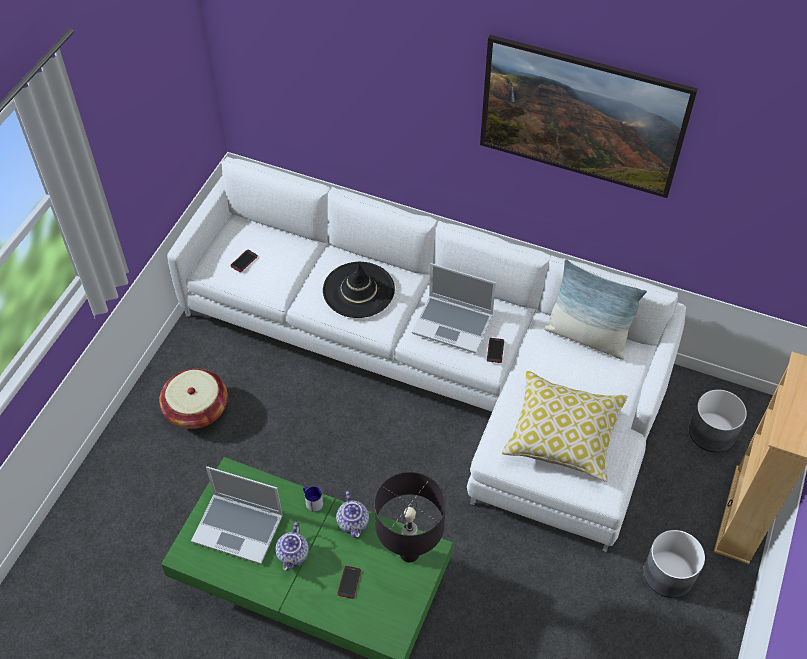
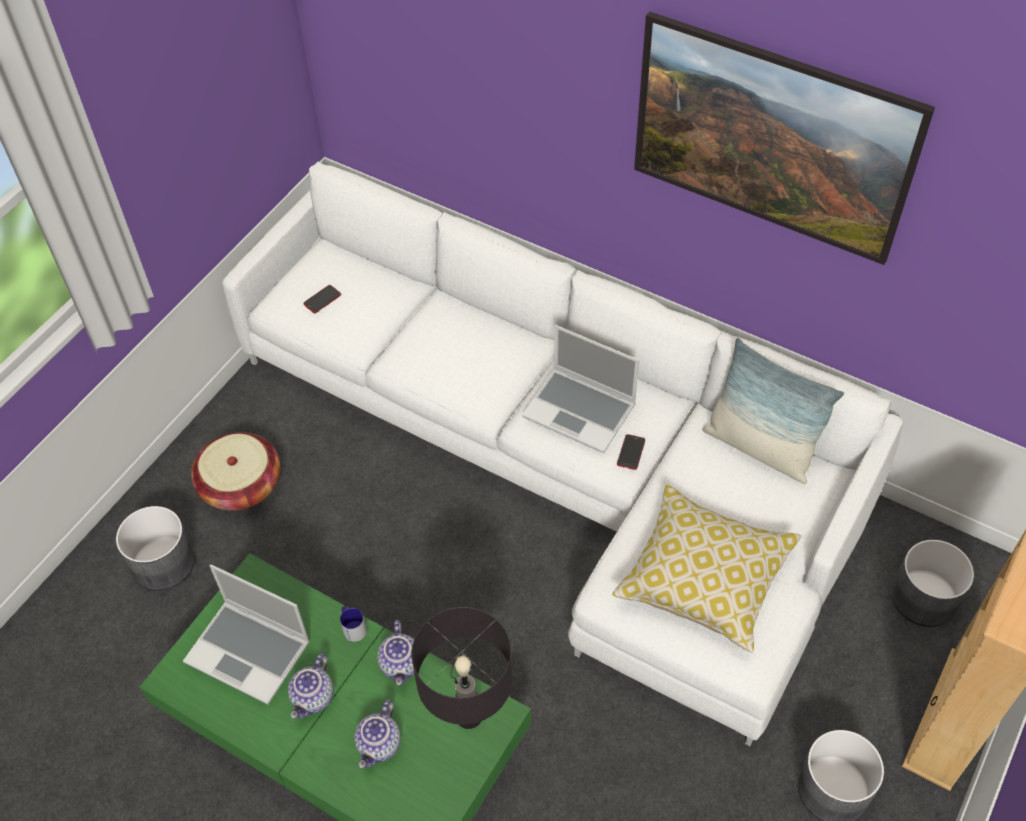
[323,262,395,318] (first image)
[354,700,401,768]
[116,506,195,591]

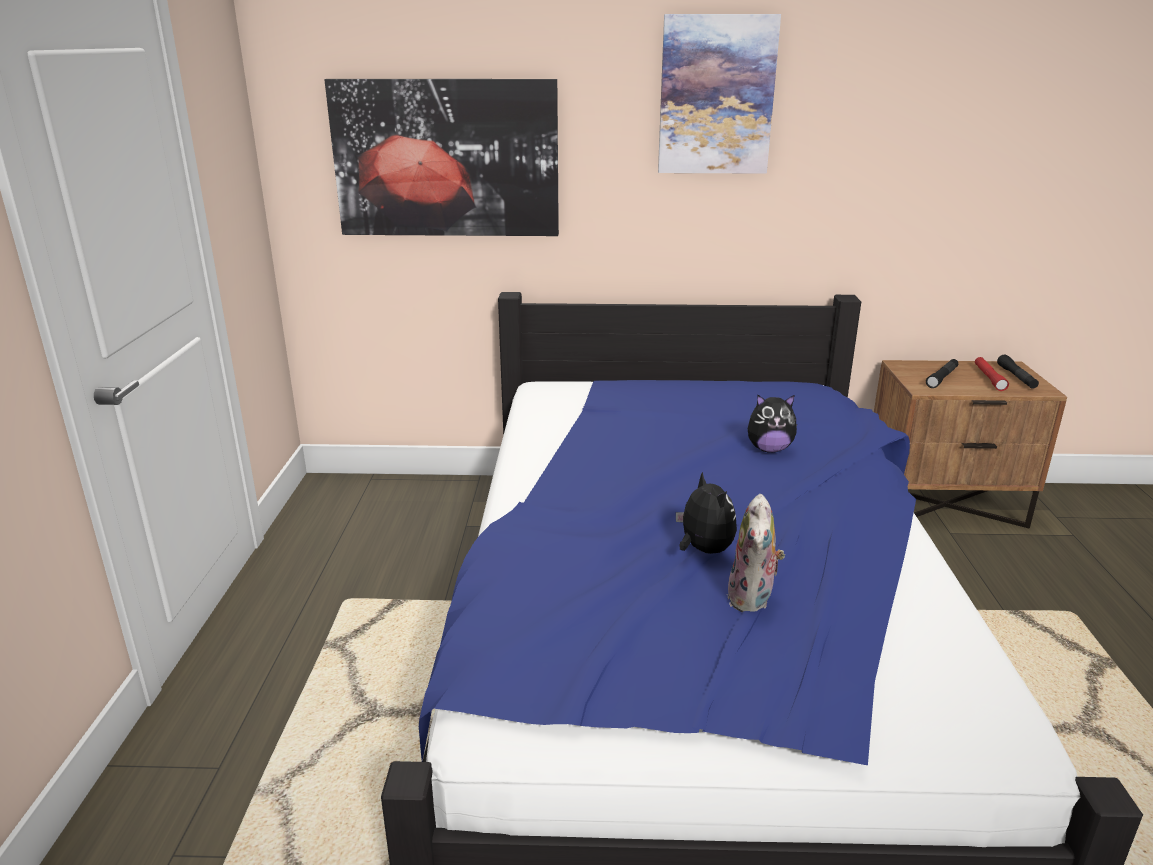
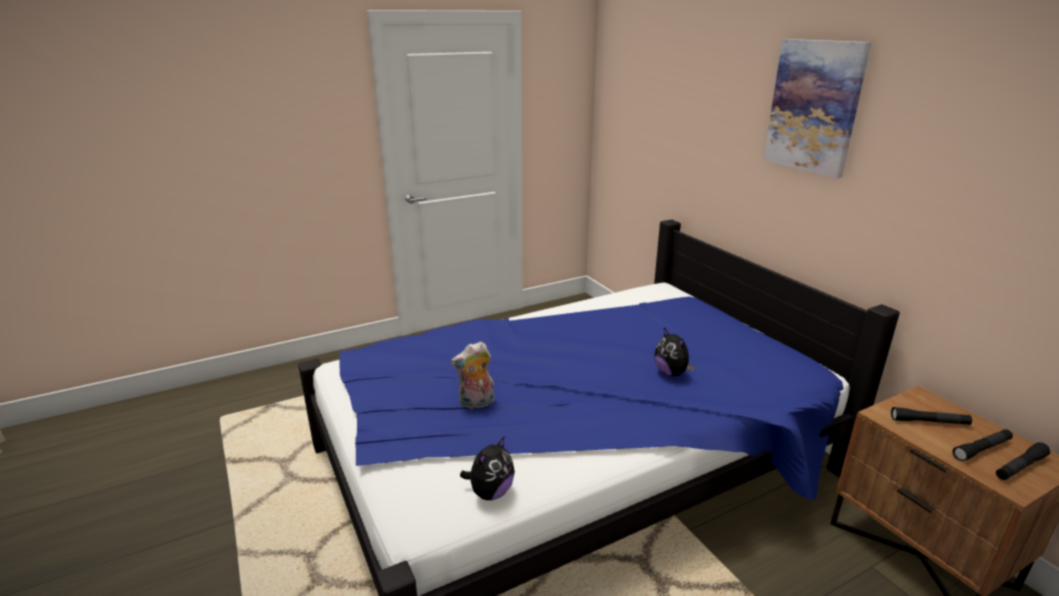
[325,79,559,236] (first image)
[460,436,515,500]
[952,429,1013,461]

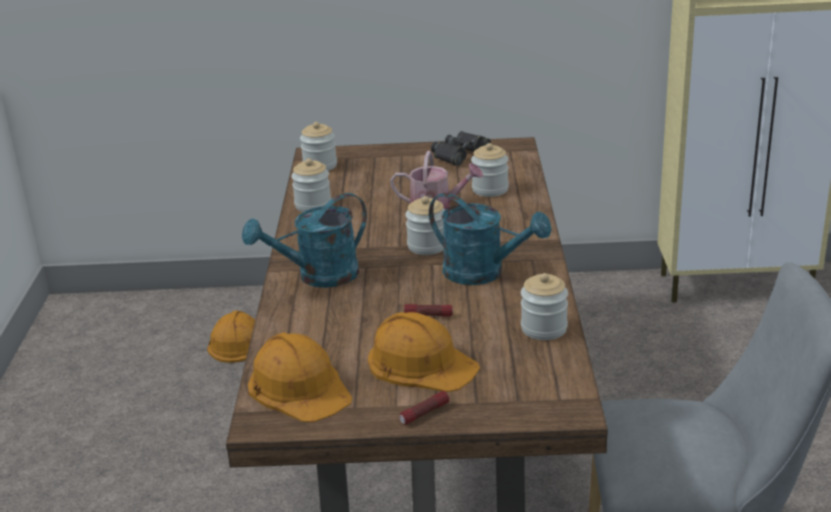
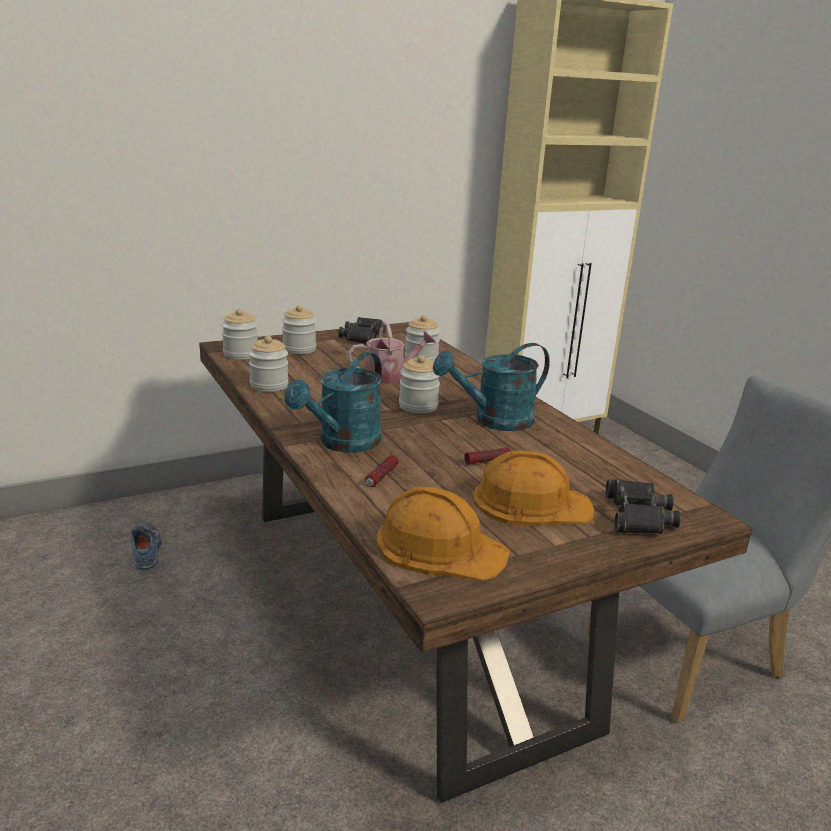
[131,522,161,570]
[365,455,398,487]
[433,343,550,431]
[282,305,316,354]
[606,479,681,534]

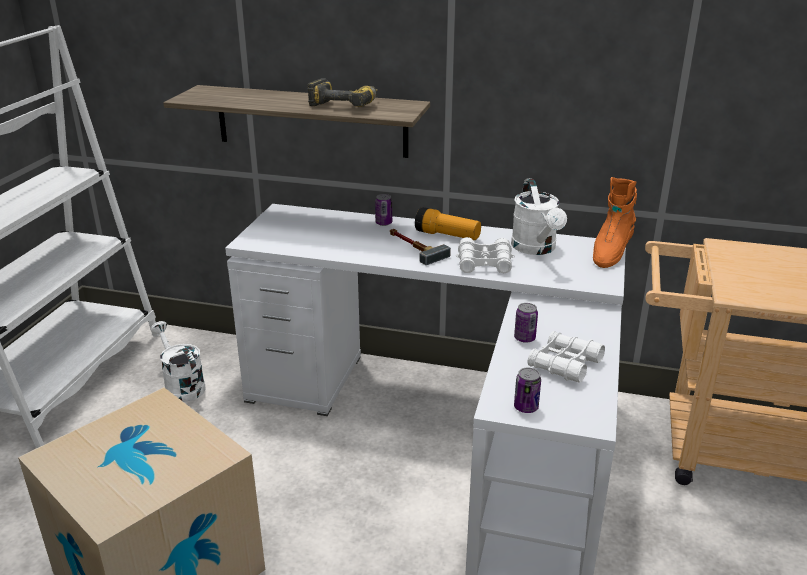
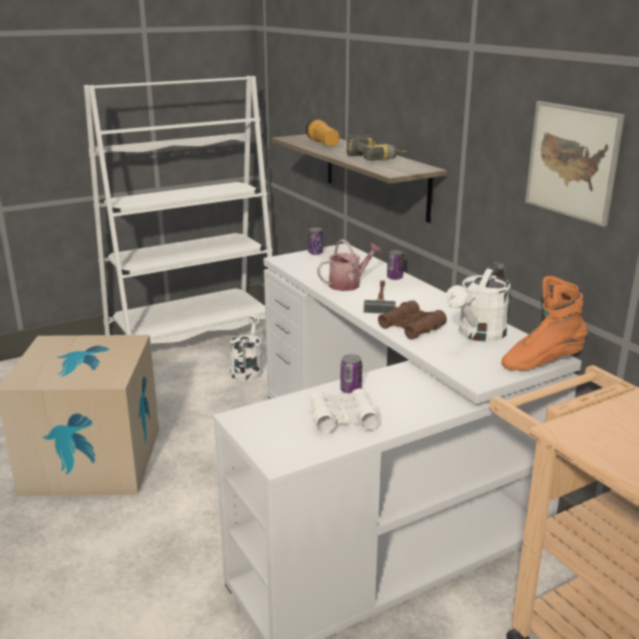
[306,119,339,146]
[378,300,447,339]
[308,227,323,255]
[317,239,382,291]
[525,101,625,227]

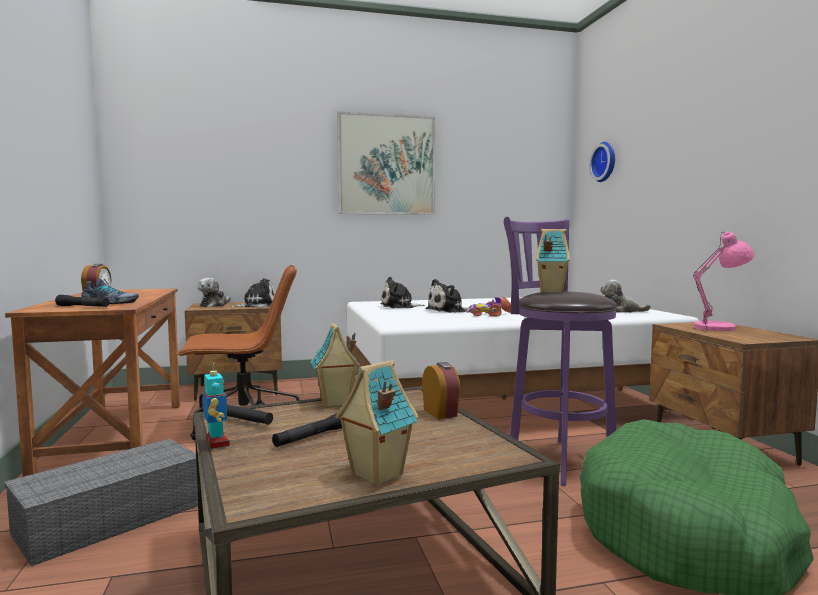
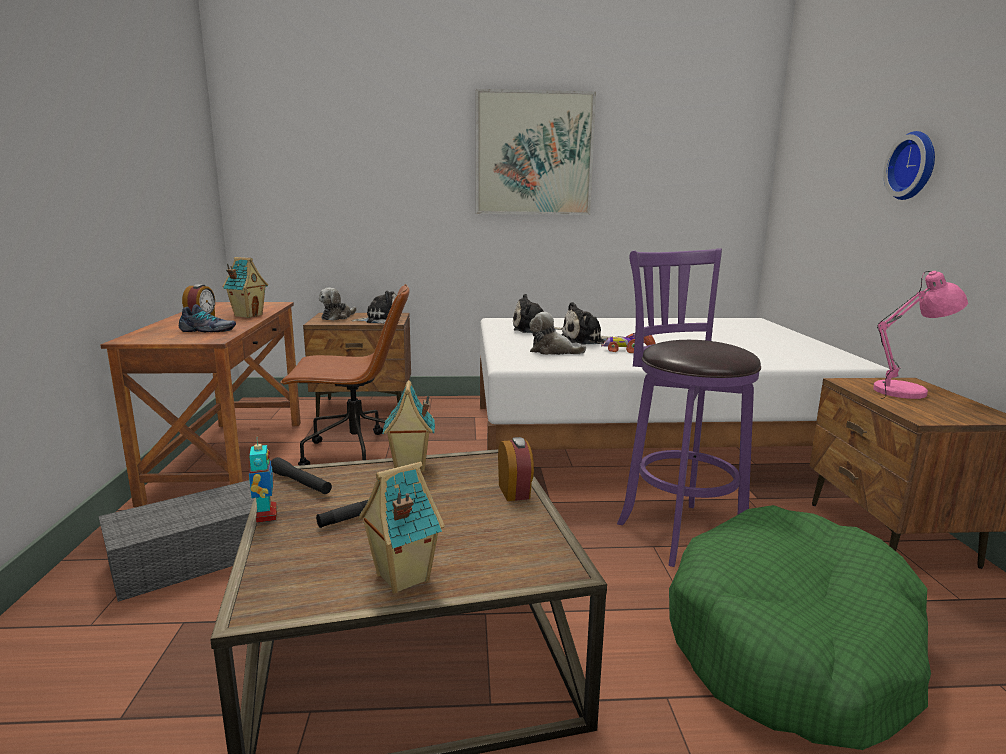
[55,295,110,307] (first image)
[222,257,268,318]
[883,131,935,200]
[529,312,586,355]

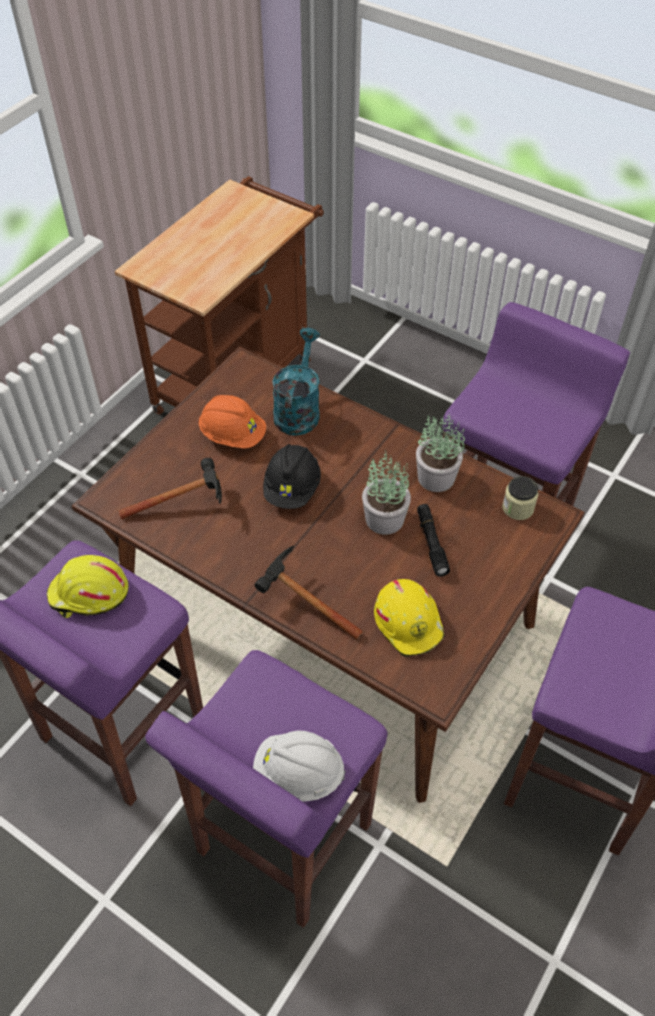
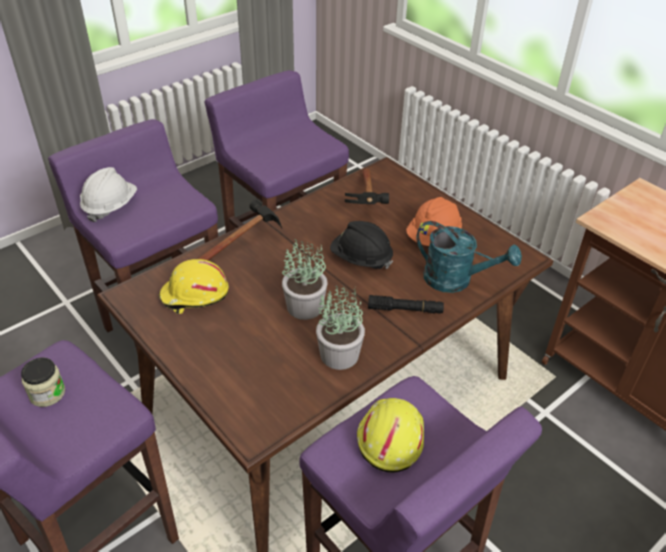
[357,398,424,473]
[368,295,444,314]
[21,358,65,407]

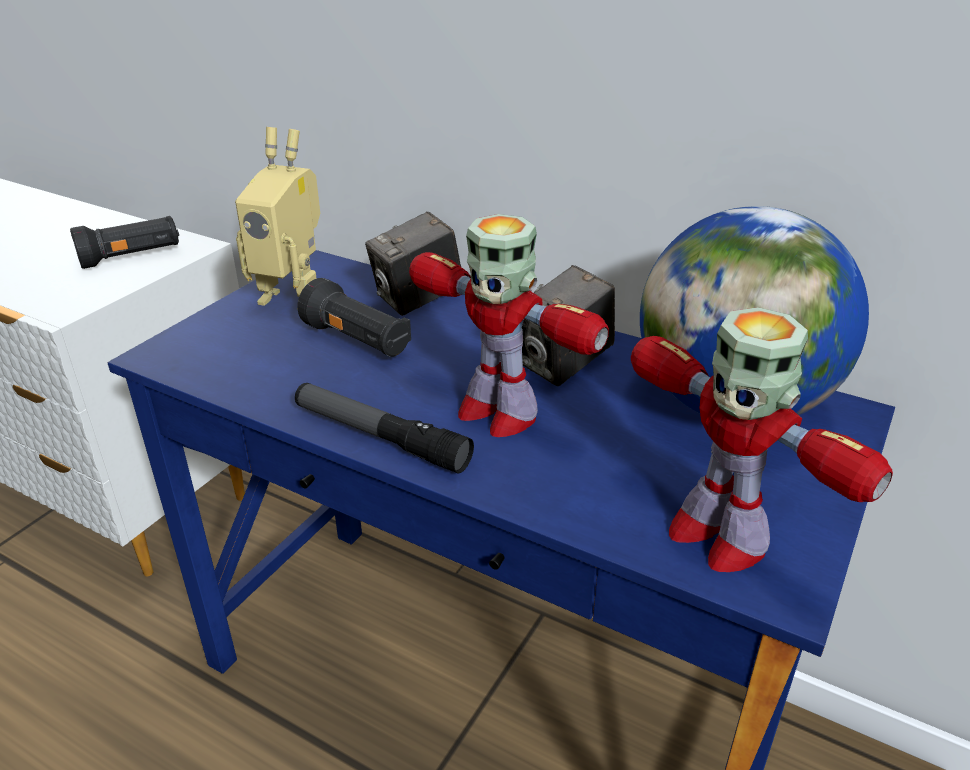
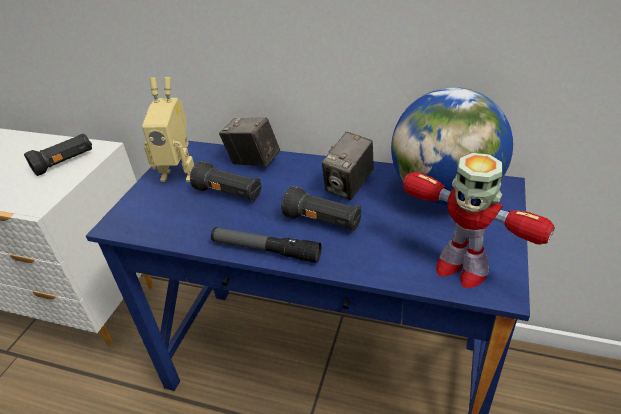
[219,117,280,167]
[281,186,361,231]

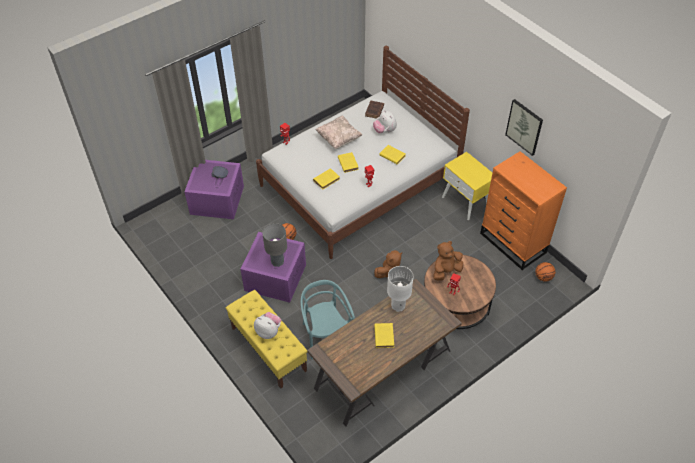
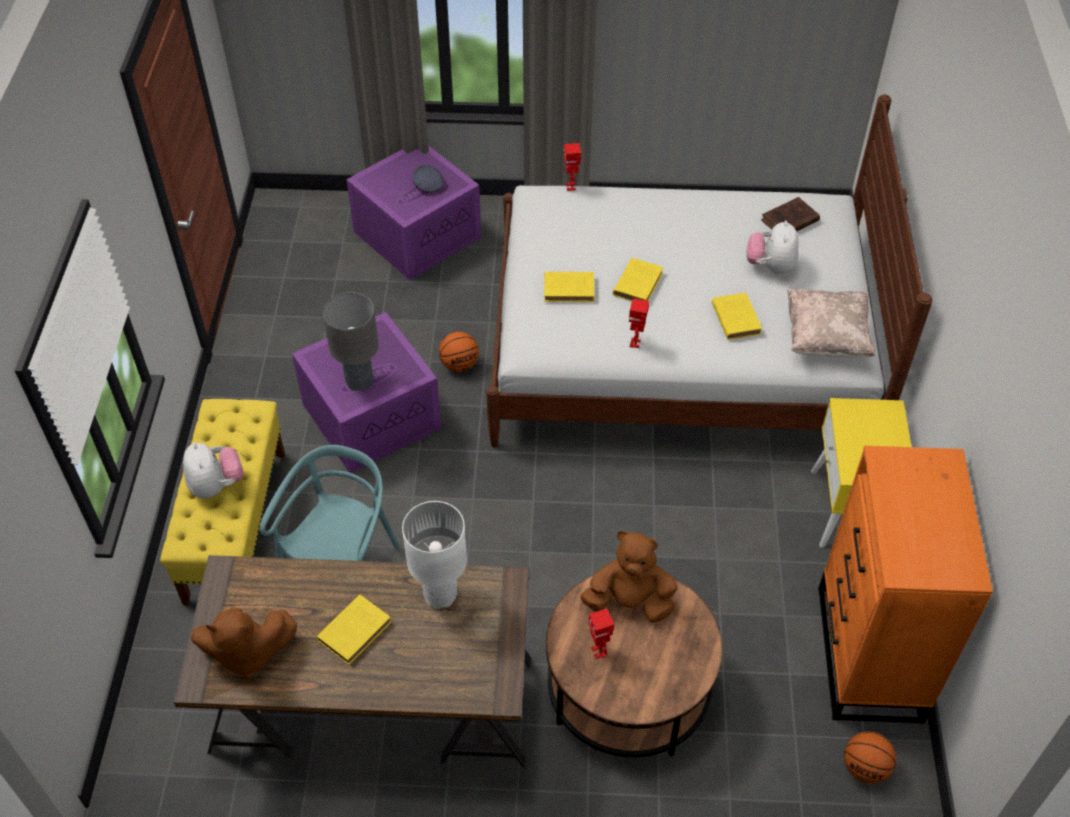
[787,289,875,358]
[191,607,298,680]
[505,99,543,156] (first image)

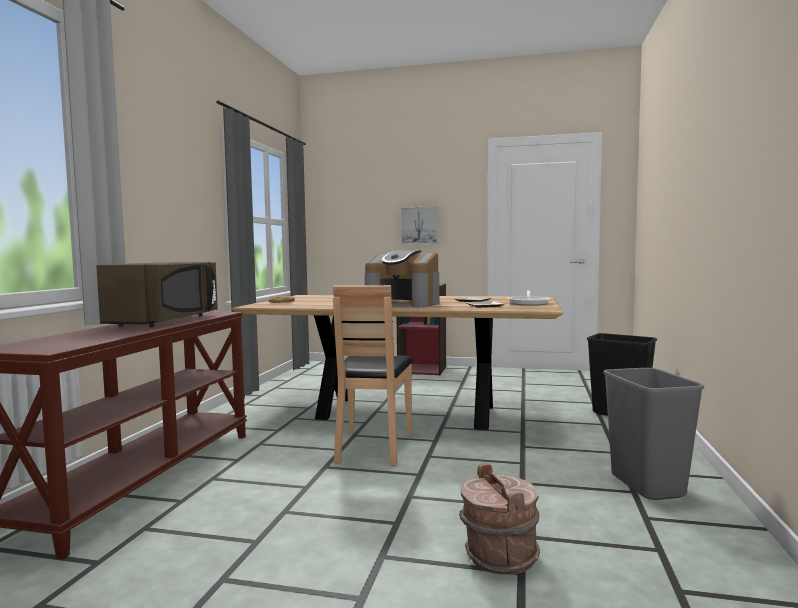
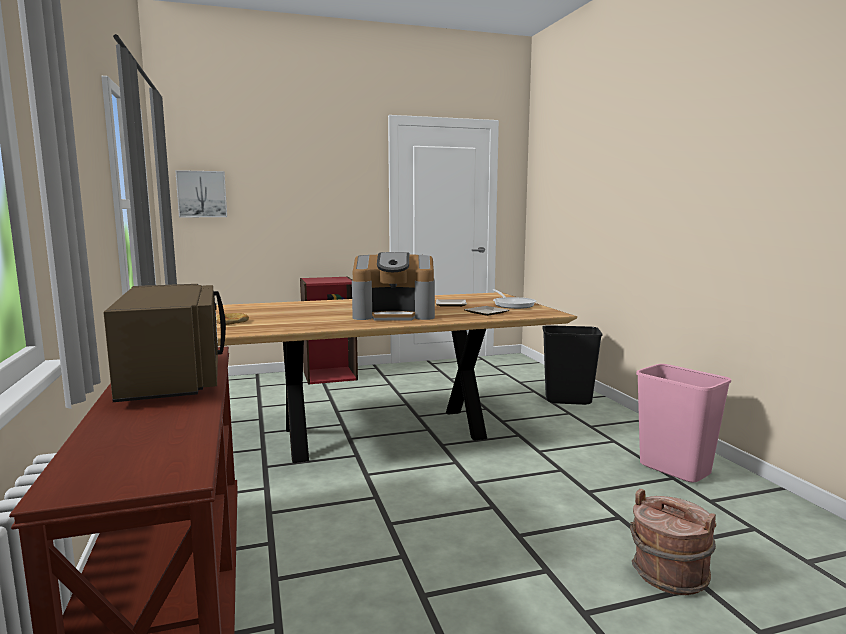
[333,285,414,466] (first image)
[175,170,227,217]
[636,364,731,482]

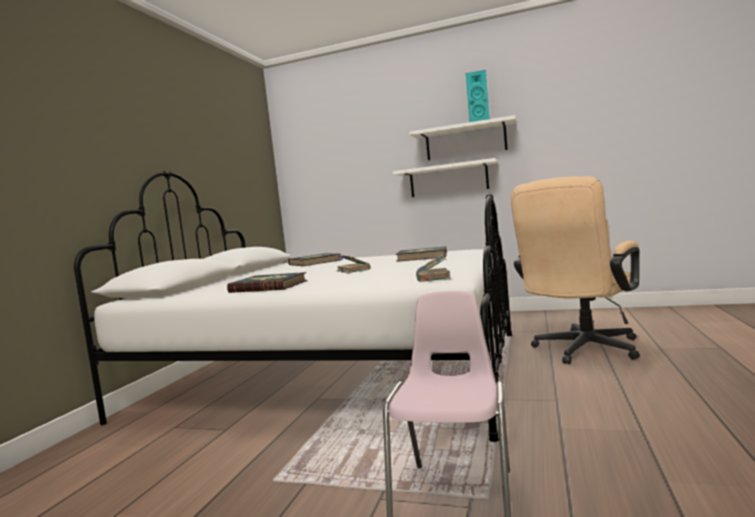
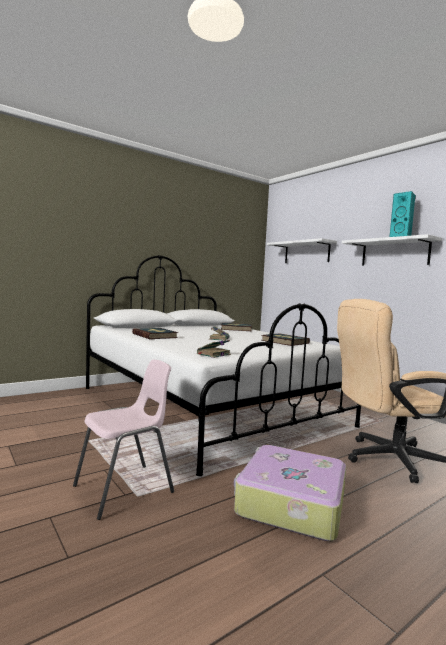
[267,238,337,263]
[234,445,346,541]

